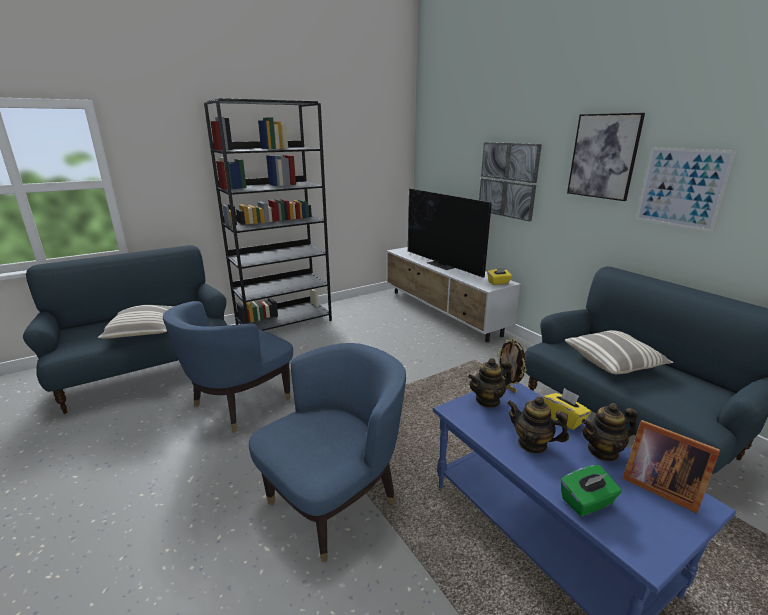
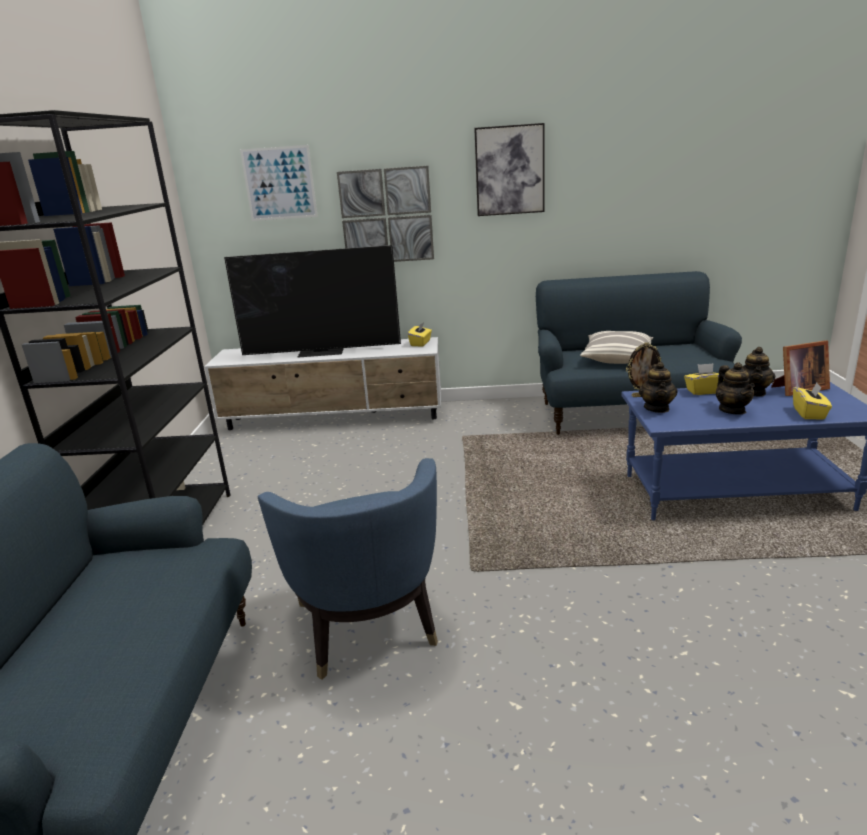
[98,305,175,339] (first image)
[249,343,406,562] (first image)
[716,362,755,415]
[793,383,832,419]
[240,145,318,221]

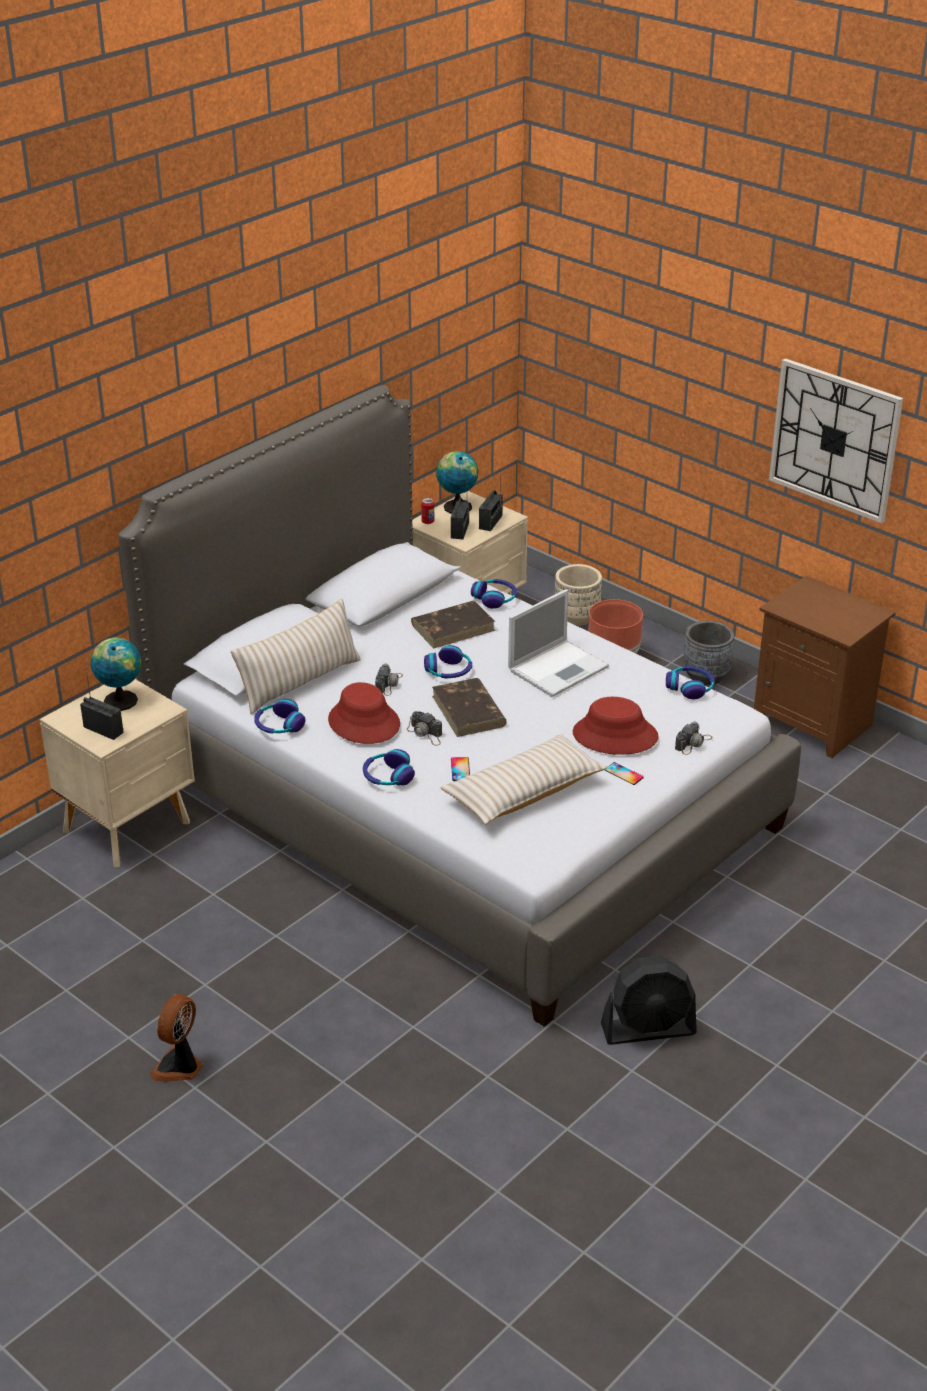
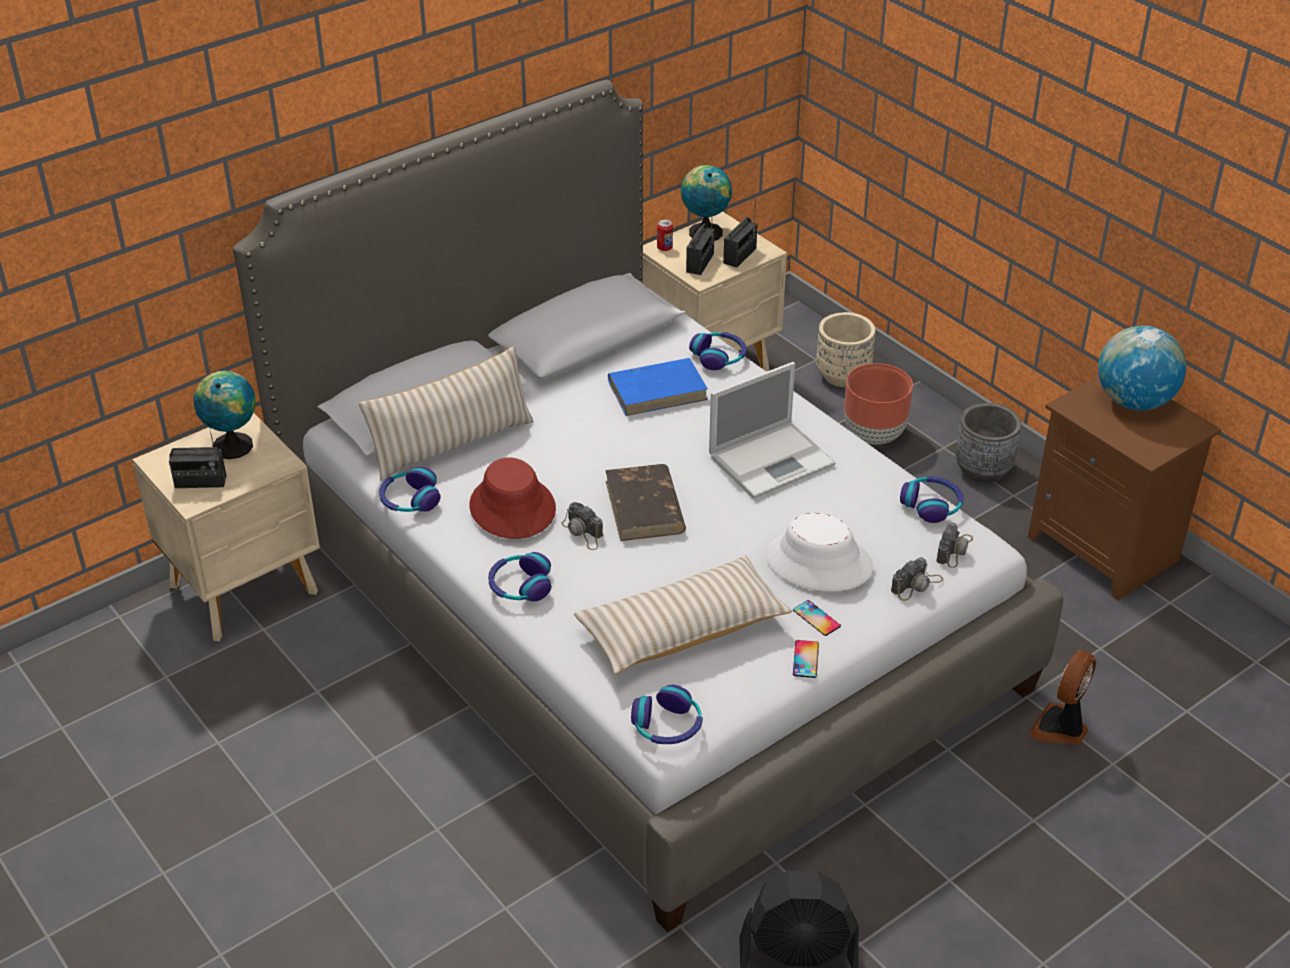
[169,428,227,488]
[1029,650,1096,744]
[936,522,973,568]
[608,358,708,416]
[631,685,703,744]
[793,640,819,678]
[766,513,873,592]
[769,358,903,523] (first image)
[1098,325,1186,410]

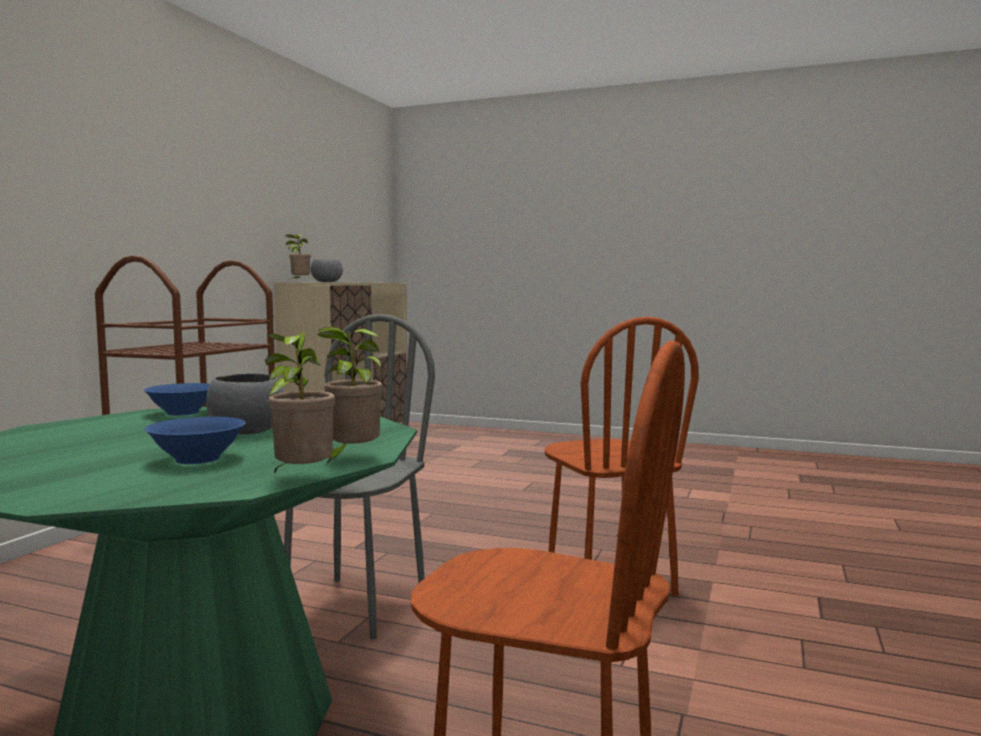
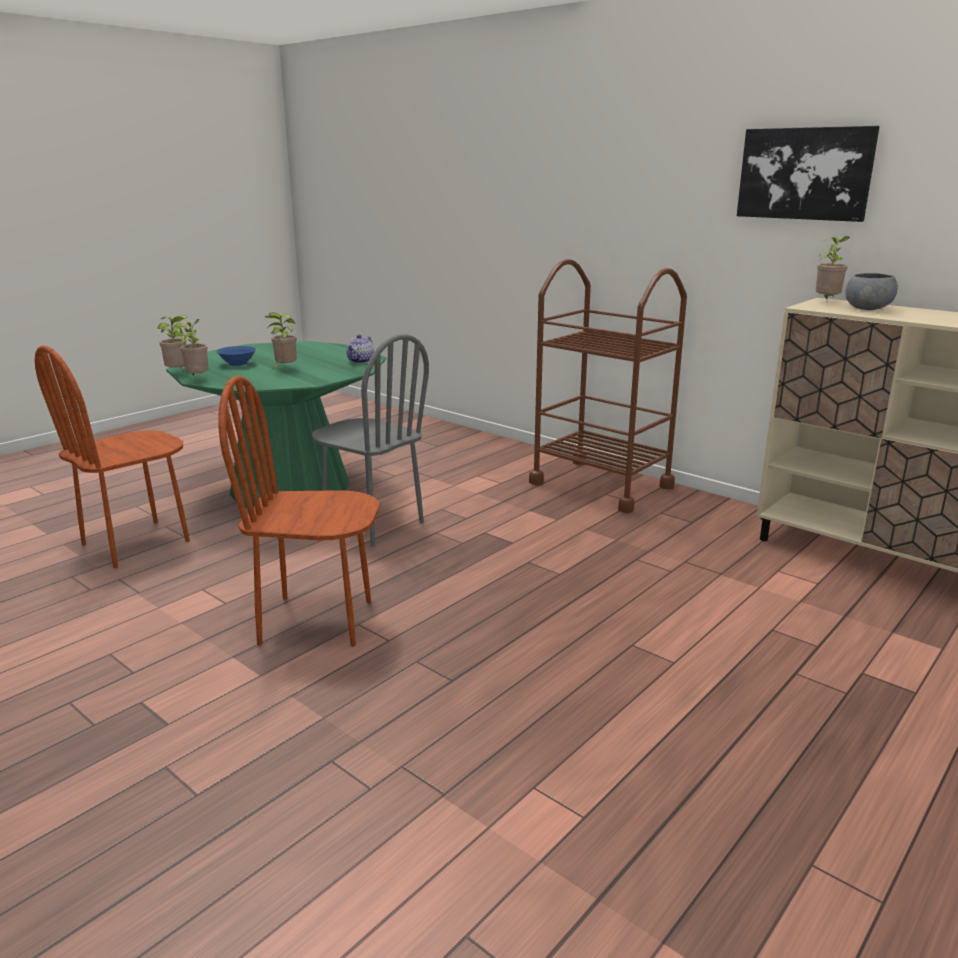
[346,334,374,363]
[265,312,297,370]
[737,126,880,222]

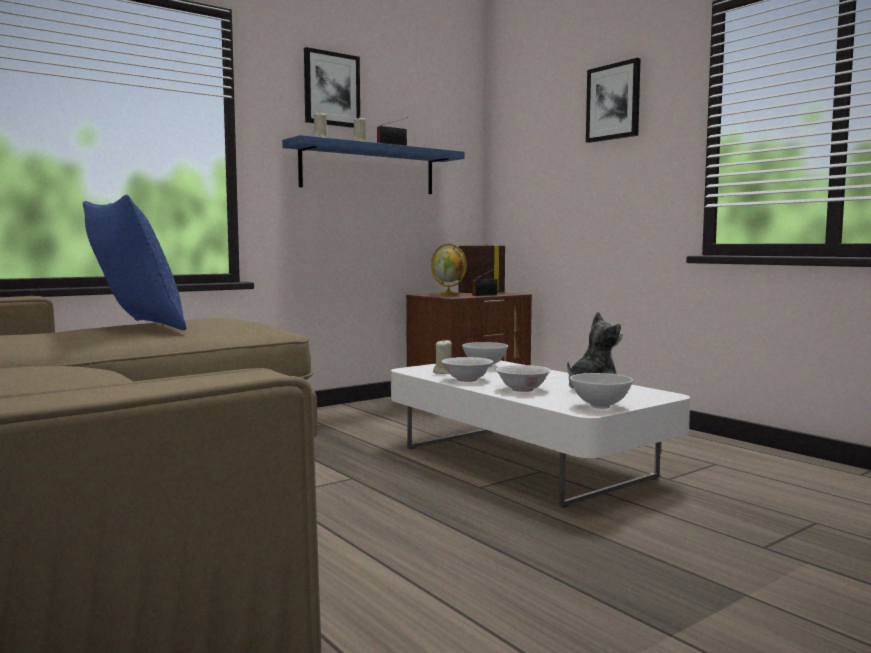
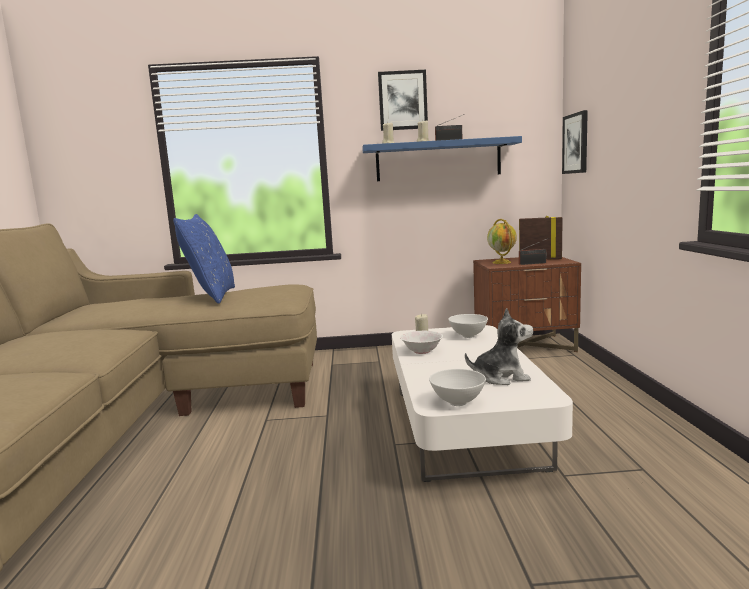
[495,365,551,392] (first image)
[562,110,588,174]

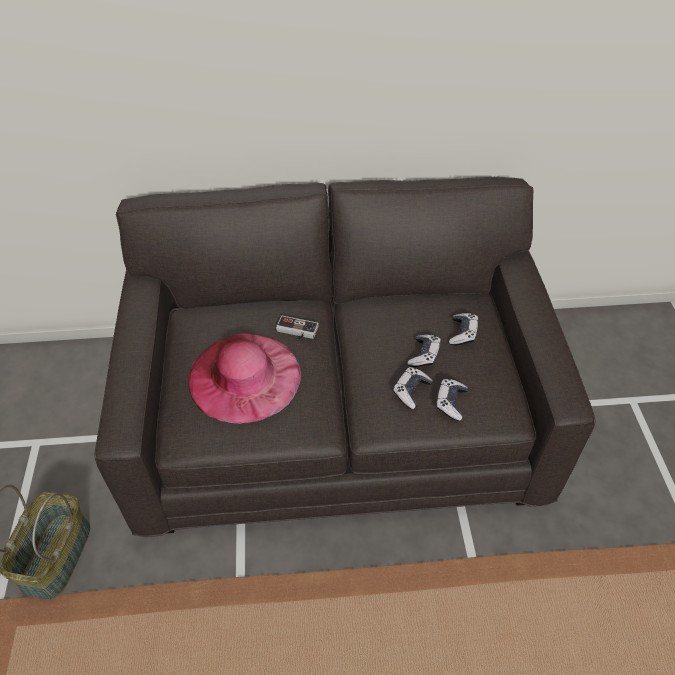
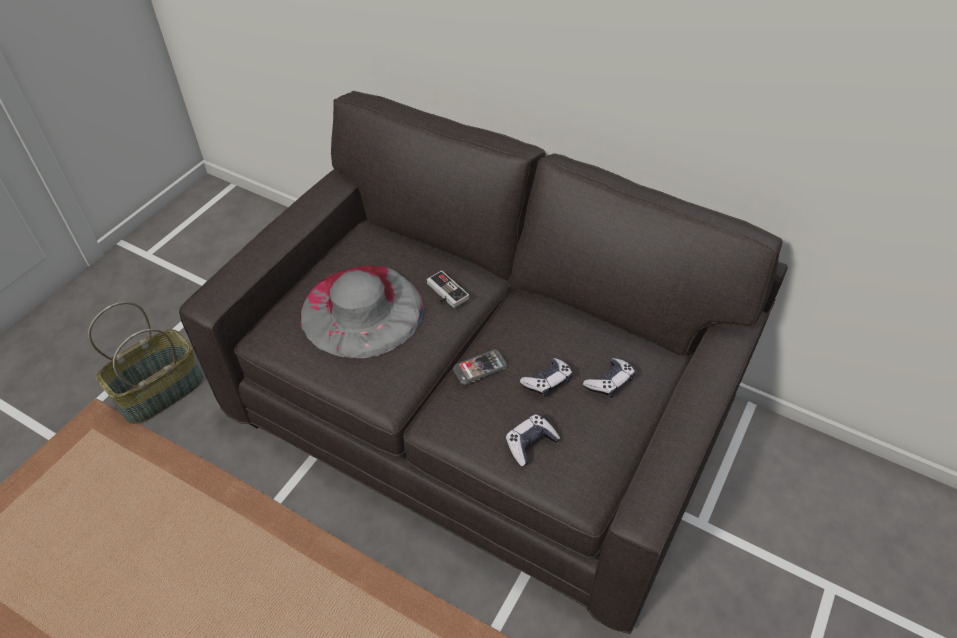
[300,265,424,358]
[393,367,433,409] (first image)
[453,349,507,385]

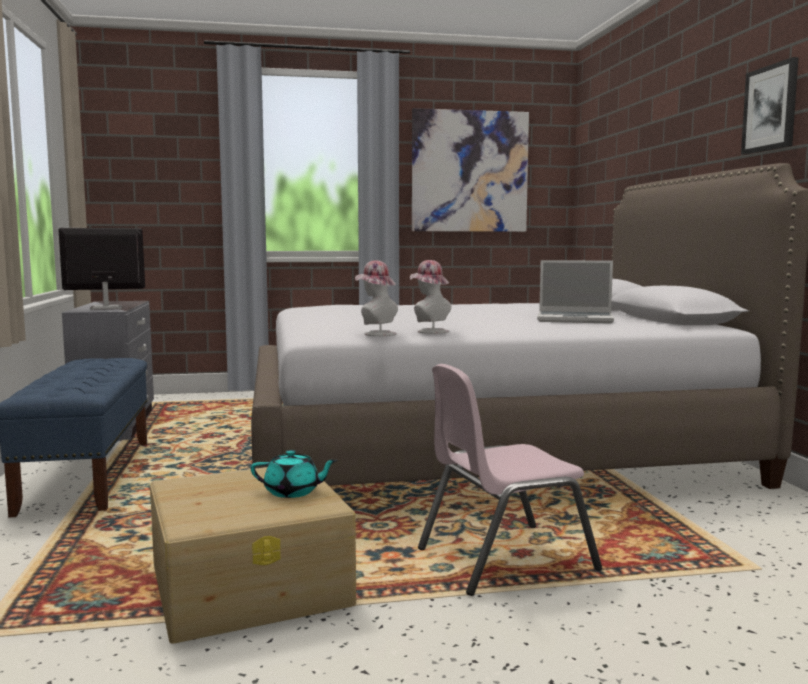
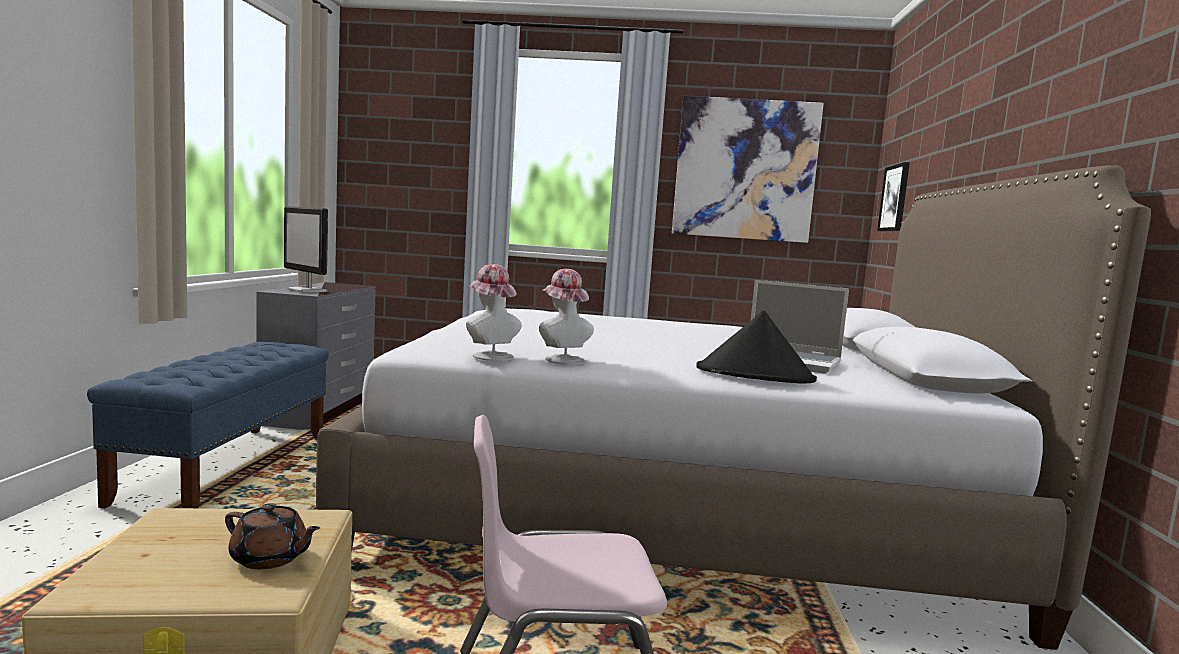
[284,206,328,293]
[225,503,320,569]
[877,162,910,231]
[696,311,817,384]

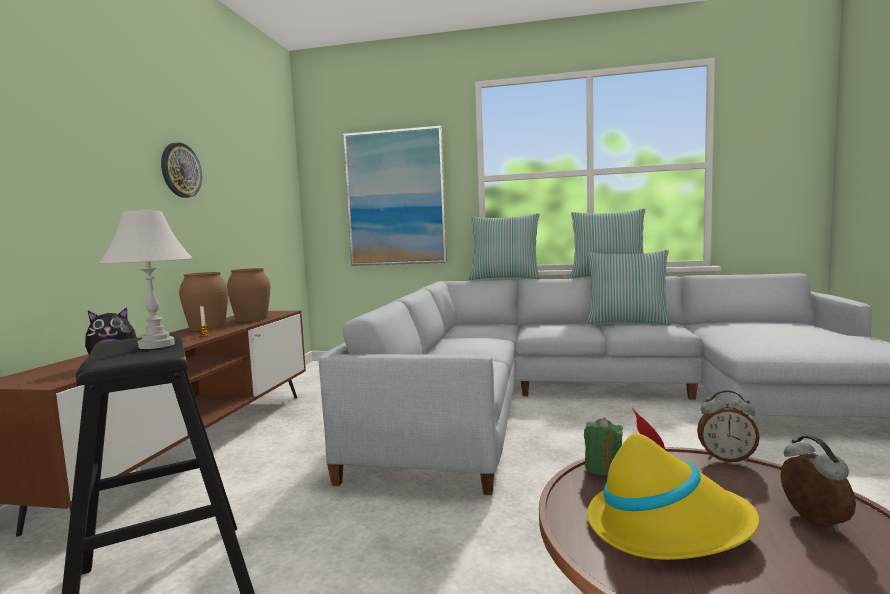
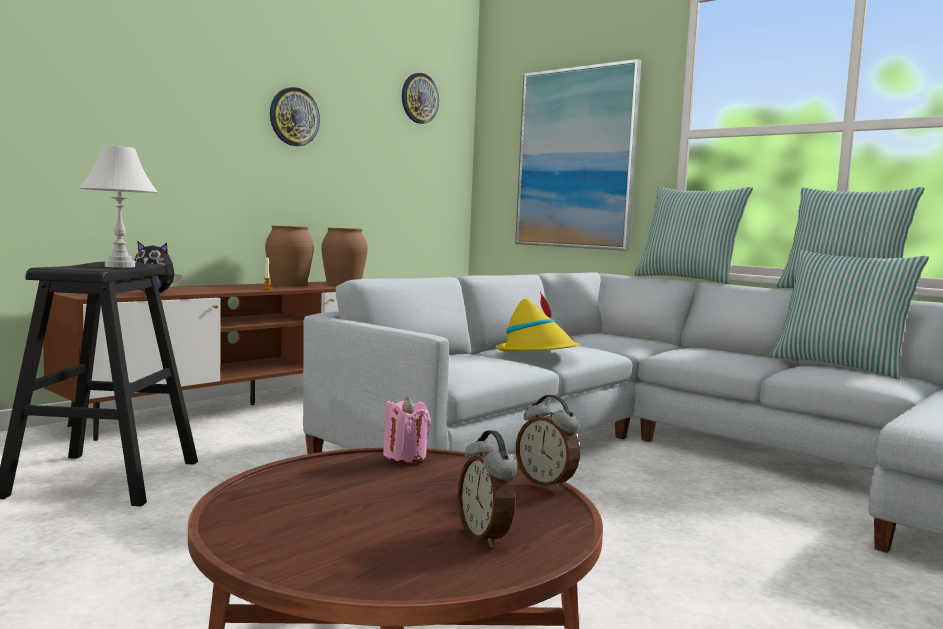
[383,396,431,462]
[495,291,580,351]
[458,431,517,548]
[402,73,439,124]

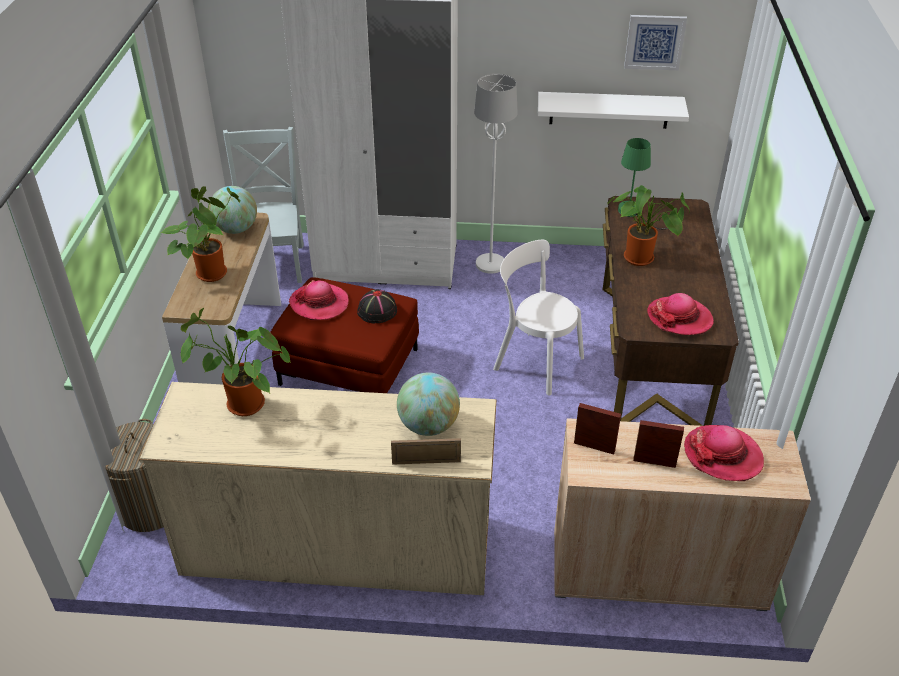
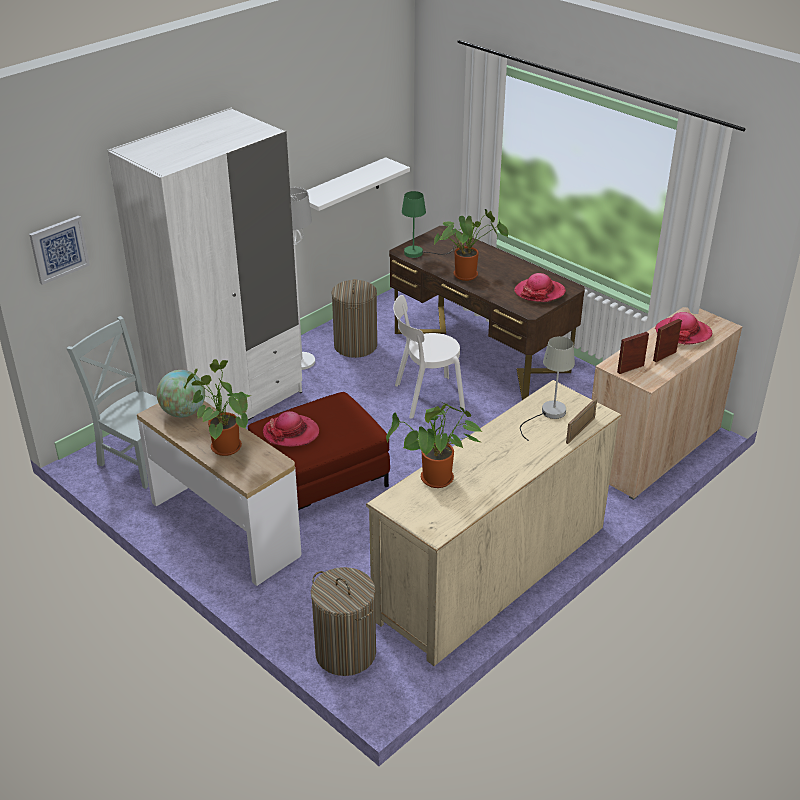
[357,289,397,323] (first image)
[520,336,575,441]
[29,216,90,285]
[331,279,377,358]

